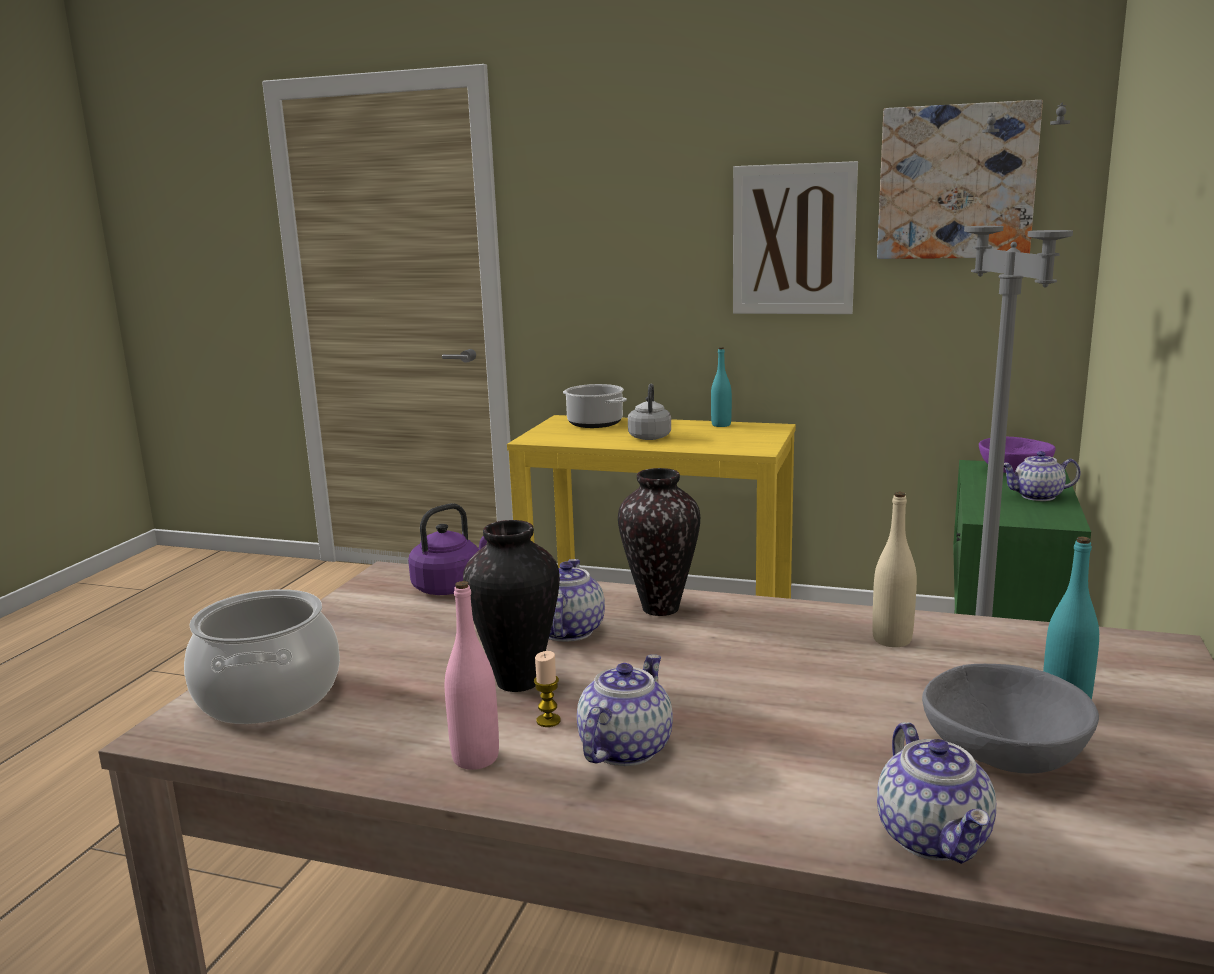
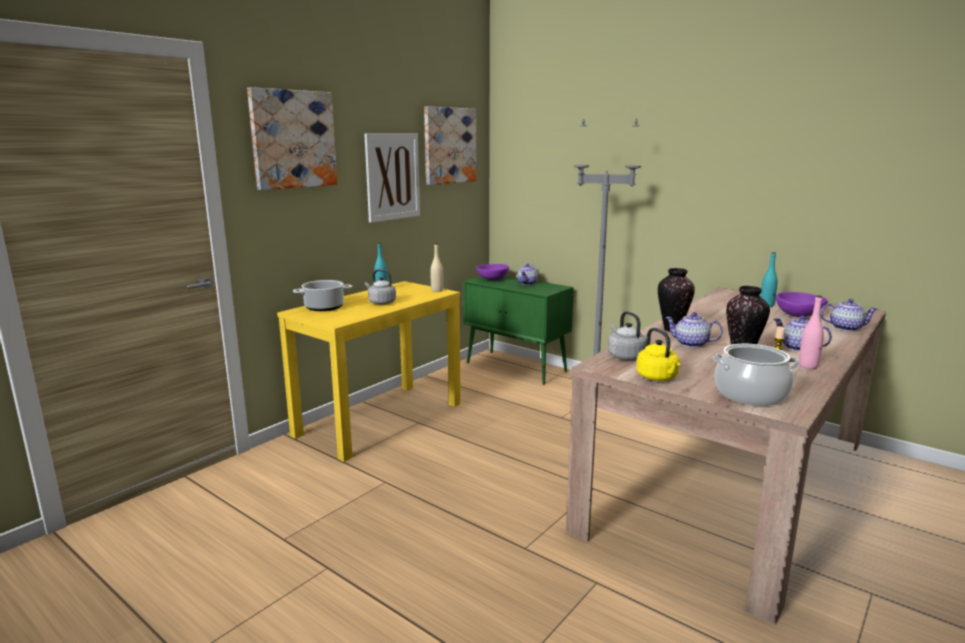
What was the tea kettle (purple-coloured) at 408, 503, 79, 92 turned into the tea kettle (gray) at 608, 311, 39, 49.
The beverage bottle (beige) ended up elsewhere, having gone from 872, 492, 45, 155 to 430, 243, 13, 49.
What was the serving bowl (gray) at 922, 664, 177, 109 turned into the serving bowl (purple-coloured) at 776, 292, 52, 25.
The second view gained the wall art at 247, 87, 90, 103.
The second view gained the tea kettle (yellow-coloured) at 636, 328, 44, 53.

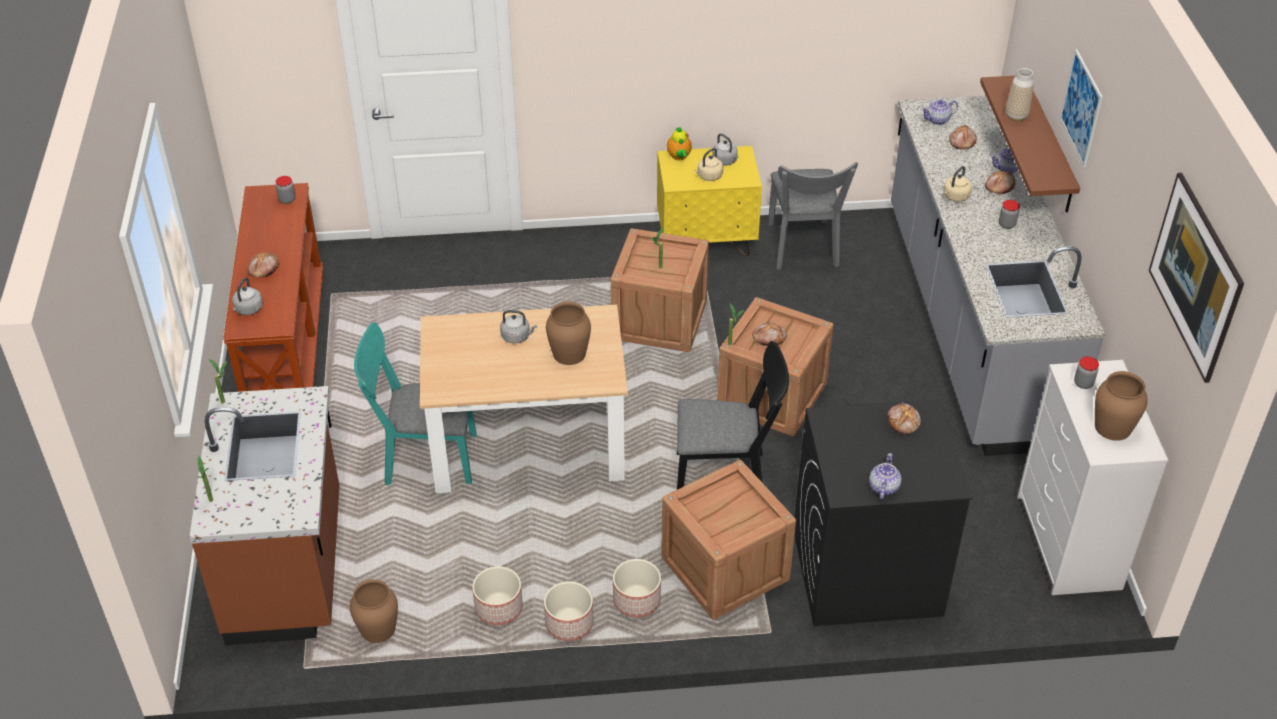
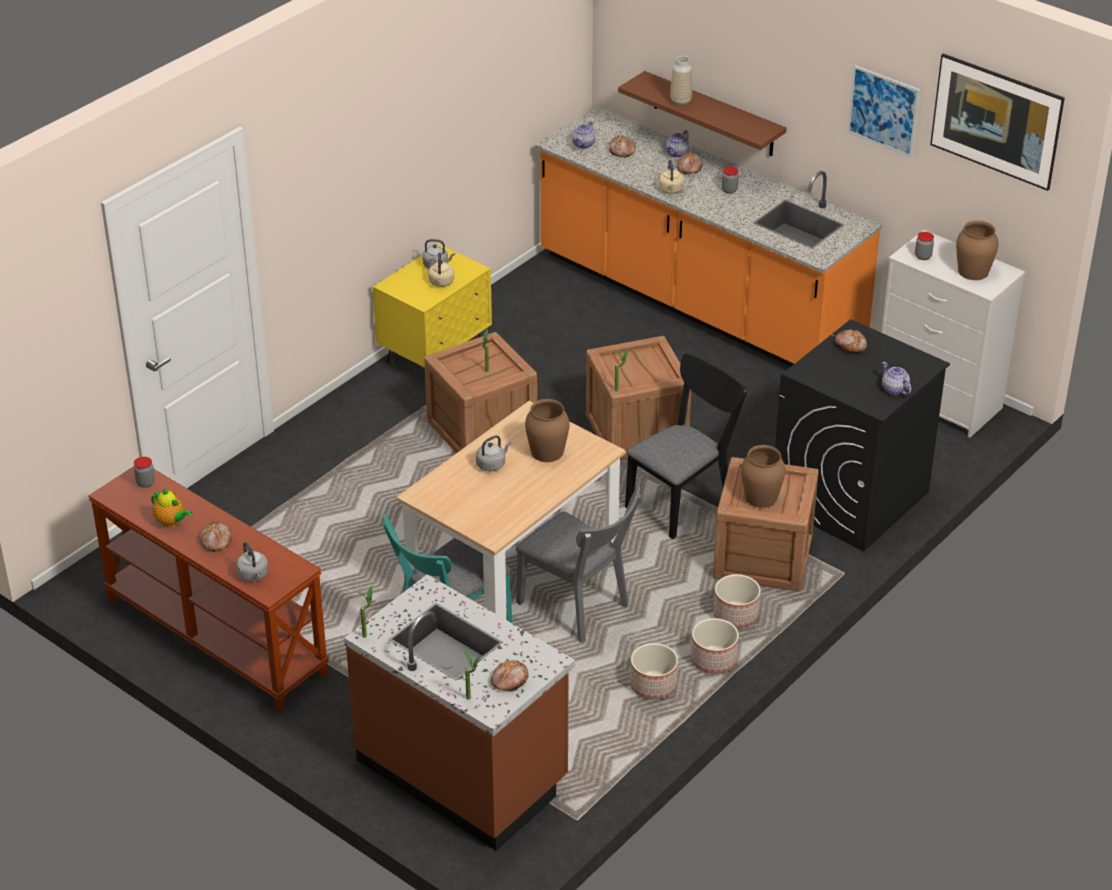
The vase (brownish) ended up elsewhere, having gone from 350, 579, 48, 64 to 741, 445, 44, 63.
The teapot ended up elsewhere, having gone from 667, 127, 25, 34 to 151, 489, 41, 38.
The bread ended up elsewhere, having gone from 752, 322, 35, 24 to 491, 660, 37, 31.
The chair (gray) ended up elsewhere, having gone from 768, 162, 90, 108 to 516, 486, 125, 157.
What was the kitchen counter (gray) at 891, 96, 214, 360 turned into the kitchen counter (orangey) at 535, 106, 347, 261.
The wall art ended up elsewhere, having gone from 1060, 49, 43, 118 to 847, 65, 73, 93.

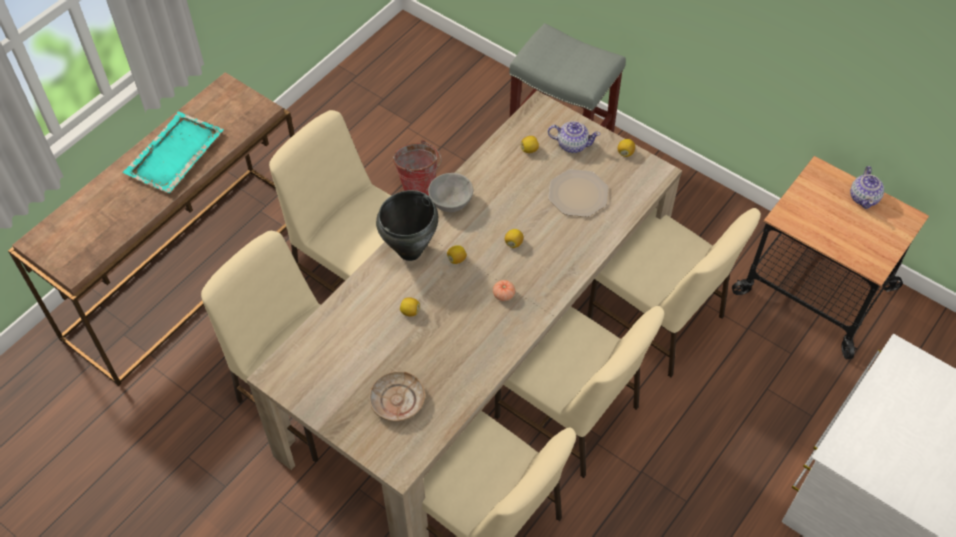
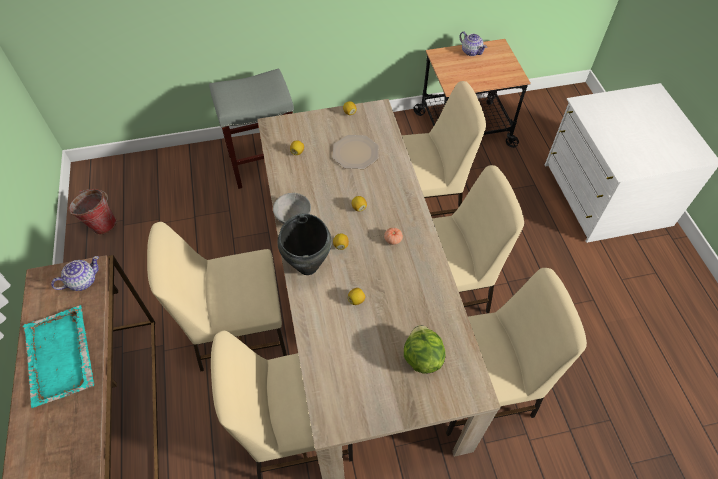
Where the flat dish (beige) stood at 369, 371, 56, 51, the head of lettuce came to stand at 404, 325, 41, 49.
The water bucket ended up elsewhere, having gone from 393, 140, 48, 56 to 69, 189, 48, 46.
The teapot ended up elsewhere, having gone from 548, 121, 52, 32 to 51, 256, 48, 35.

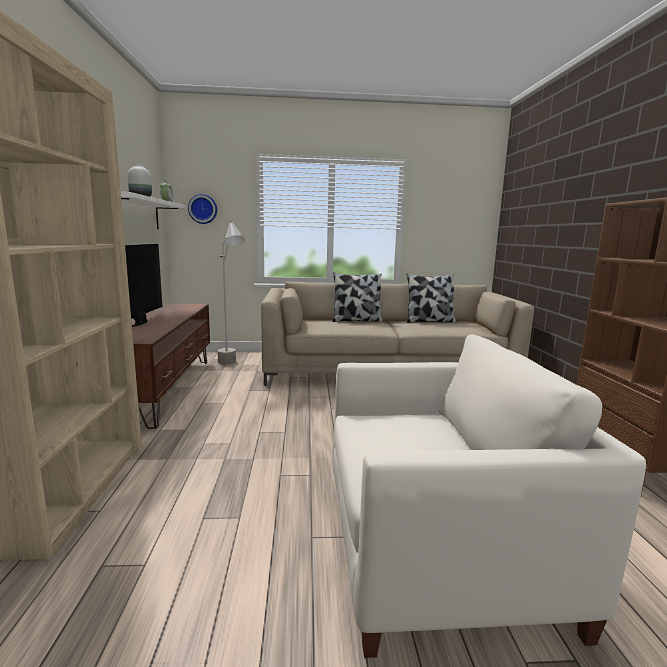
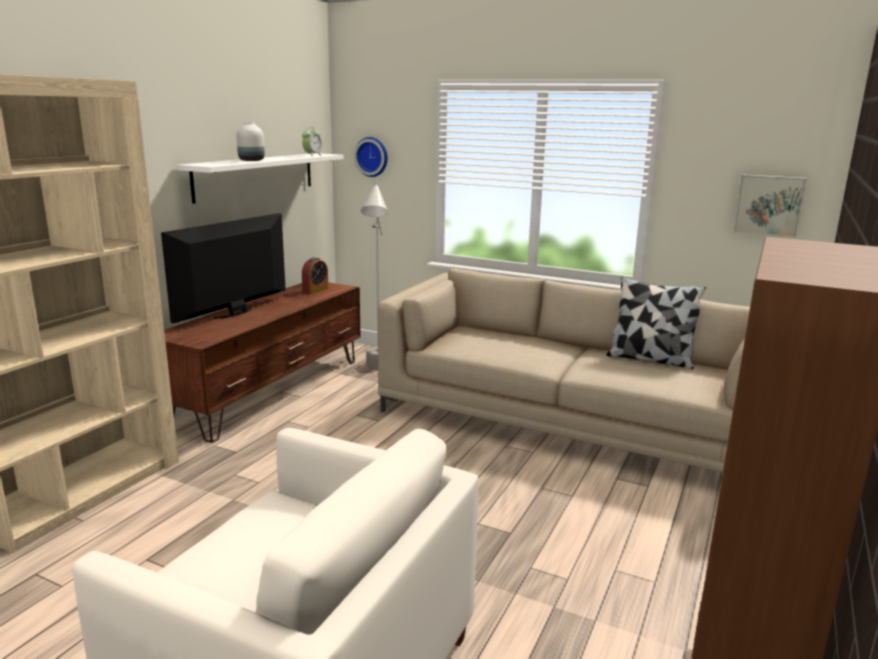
The second view lost the pillow at 332, 272, 51, 50.
The second view gained the alarm clock at 302, 257, 27, 37.
The second view gained the wall art at 733, 174, 74, 64.

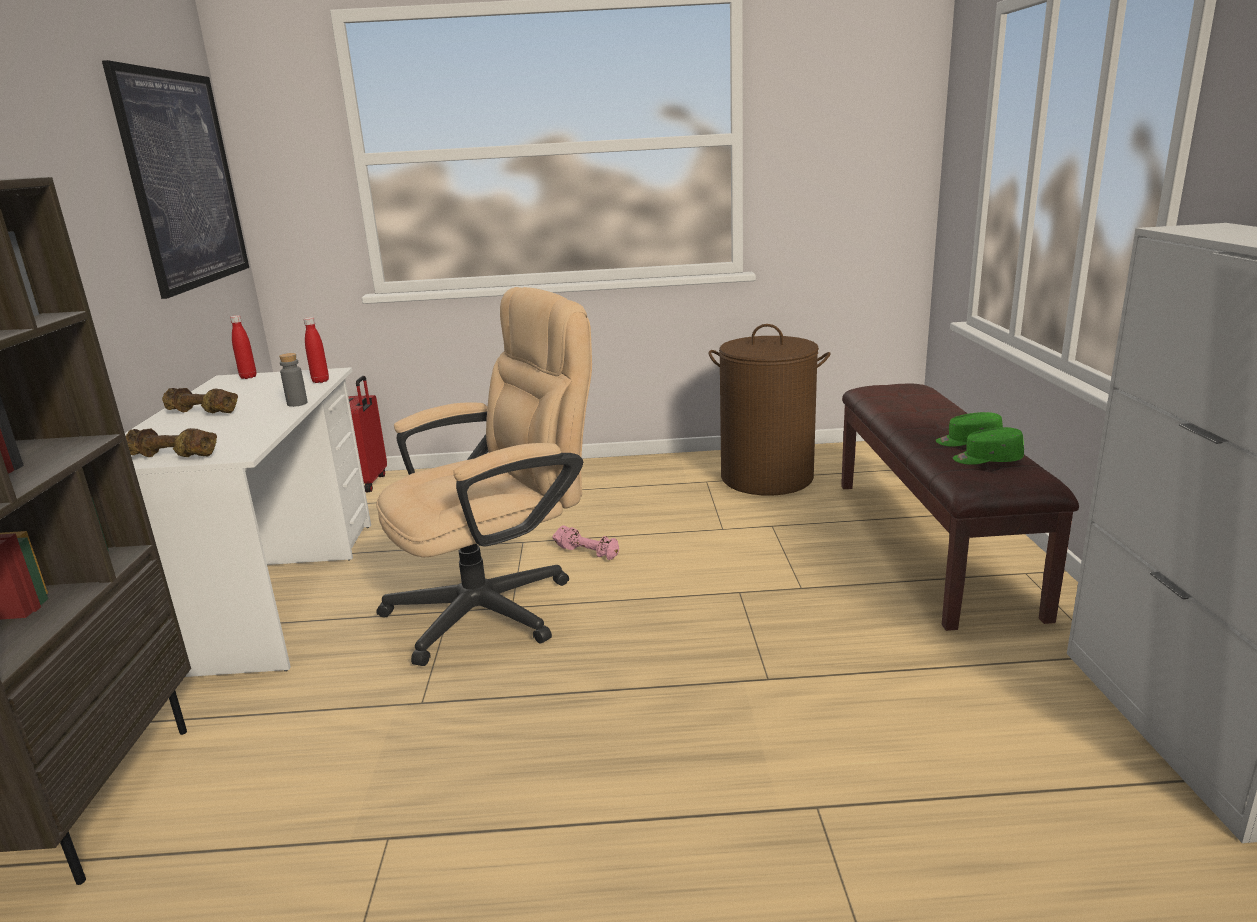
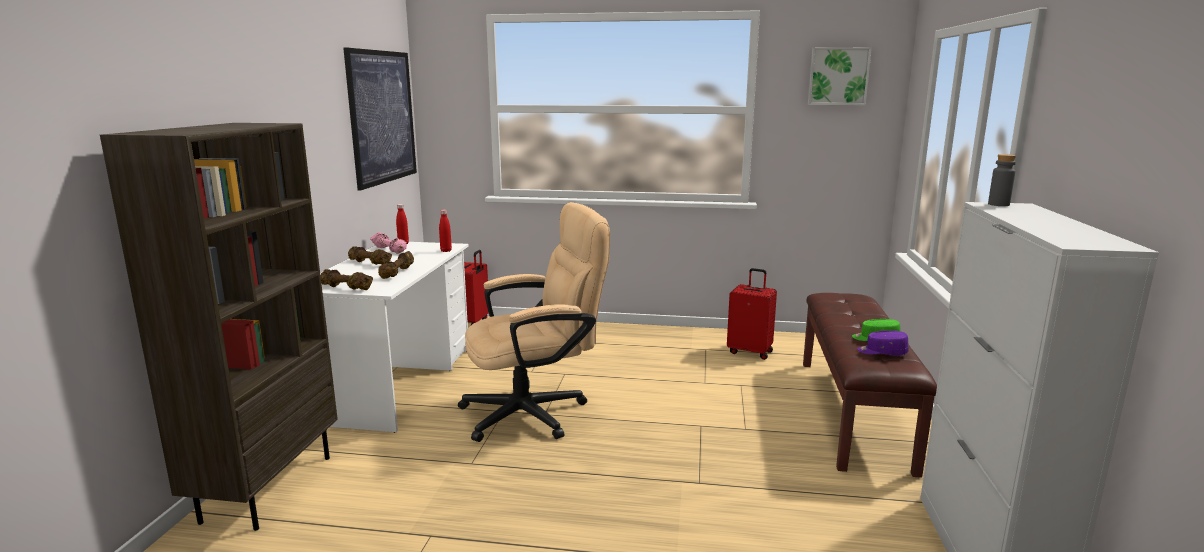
The beverage bottle (gray) ended up elsewhere, having gone from 279, 353, 29, 54 to 988, 154, 28, 52.
The hand weight (pink) ended up elsewhere, having gone from 552, 525, 67, 35 to 370, 232, 37, 22.
Where the washing basket (brownish) stood at 709, 324, 122, 172, the travel case (reddish) came to stand at 727, 268, 50, 92.
What was the cap (green) at 953, 427, 71, 38 turned into the cap (purple-coloured) at 857, 330, 52, 25.
The second view gained the hand weight (brownish) at 378, 251, 36, 28.
The second view gained the wall art at 808, 47, 64, 58.

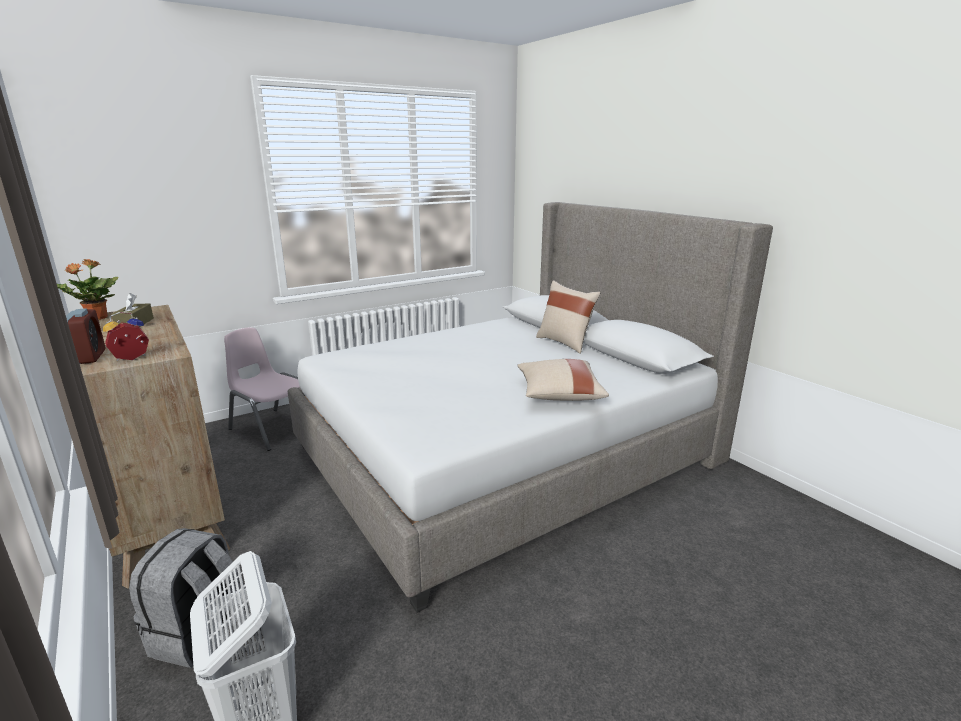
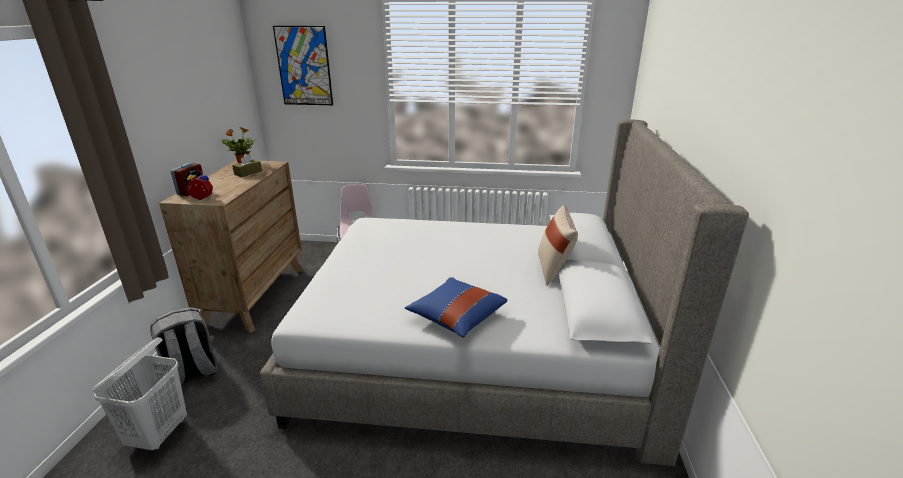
What was the pillow (beige) at 517, 359, 92, 42 turned into the pillow (blue-coloured) at 405, 277, 103, 61.
The second view gained the wall art at 273, 26, 60, 79.

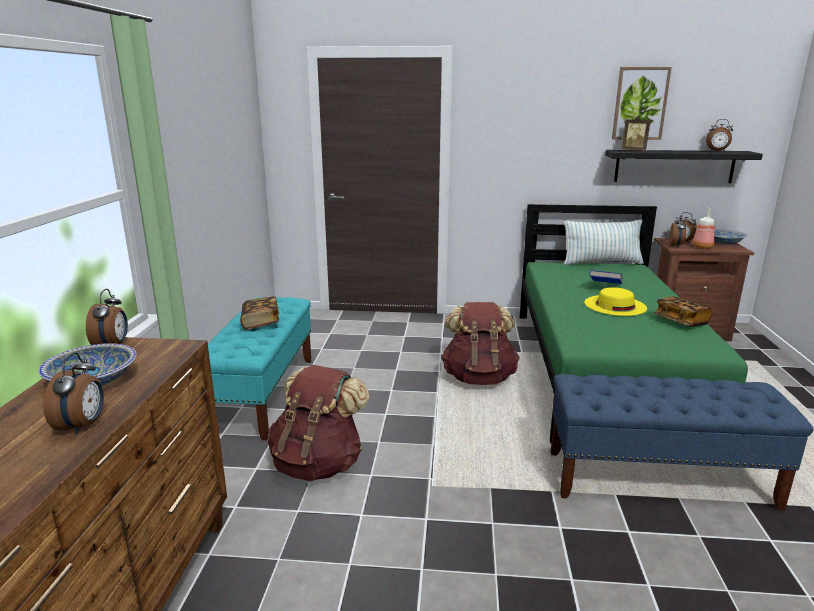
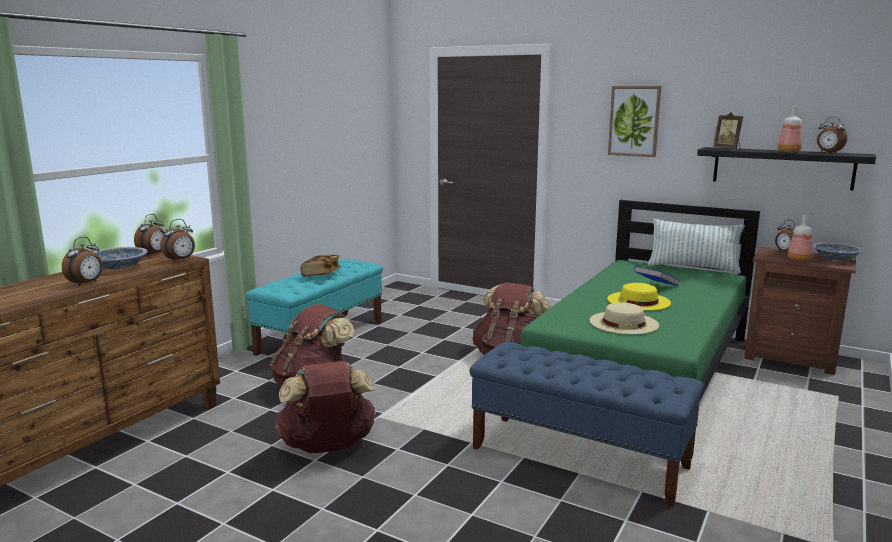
The wall art ended up elsewhere, having gone from 612, 67, 60, 73 to 608, 86, 53, 71.
The second view lost the bound book at 654, 297, 59, 30.
The alarm clock ended up elsewhere, having gone from 669, 217, 17, 30 to 160, 219, 35, 43.
The second view gained the backpack (brownish) at 275, 361, 101, 92.
The second view gained the hat (beige) at 589, 303, 70, 31.
The second view gained the beverage bottle at 778, 106, 24, 46.

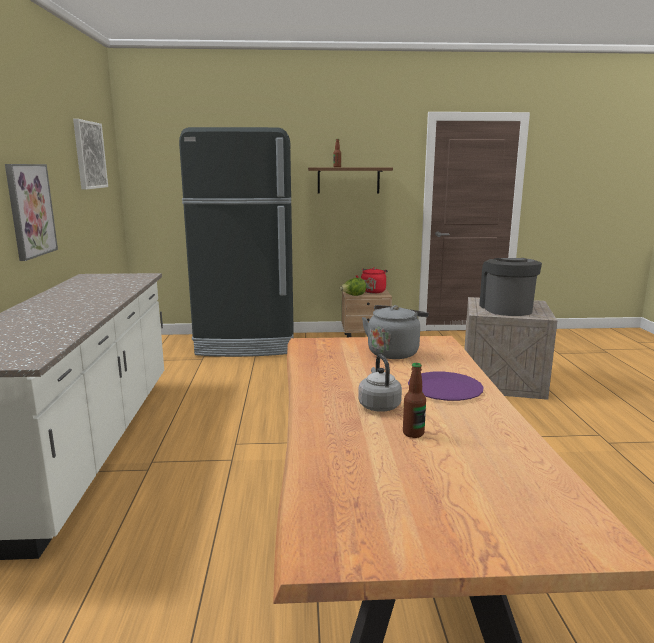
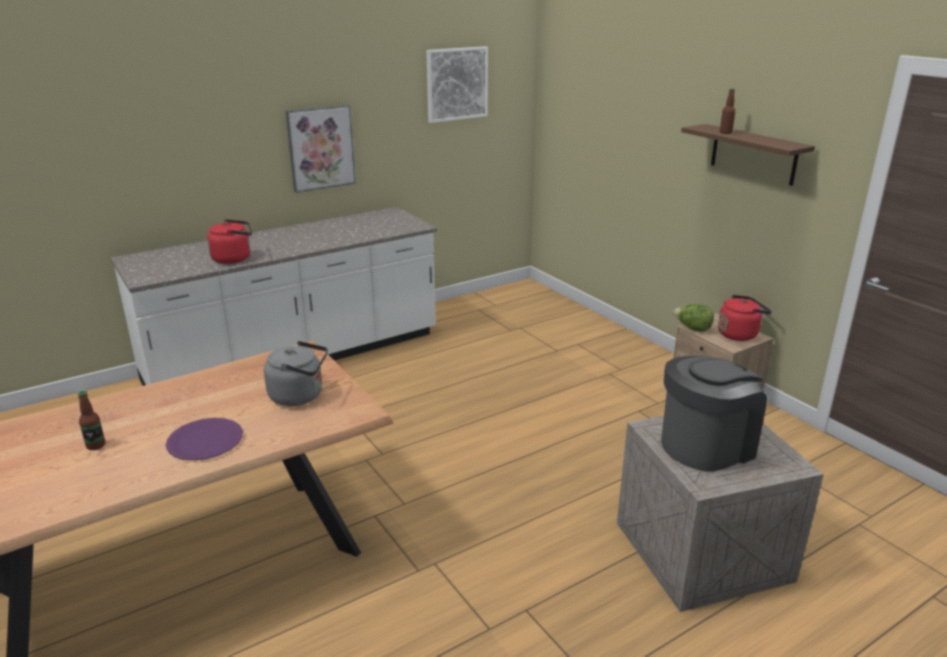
The second view lost the refrigerator (black) at 179, 127, 115, 230.
The second view lost the tea kettle (gray) at 358, 354, 44, 58.
The second view gained the tea kettle (reddish) at 207, 219, 45, 45.

